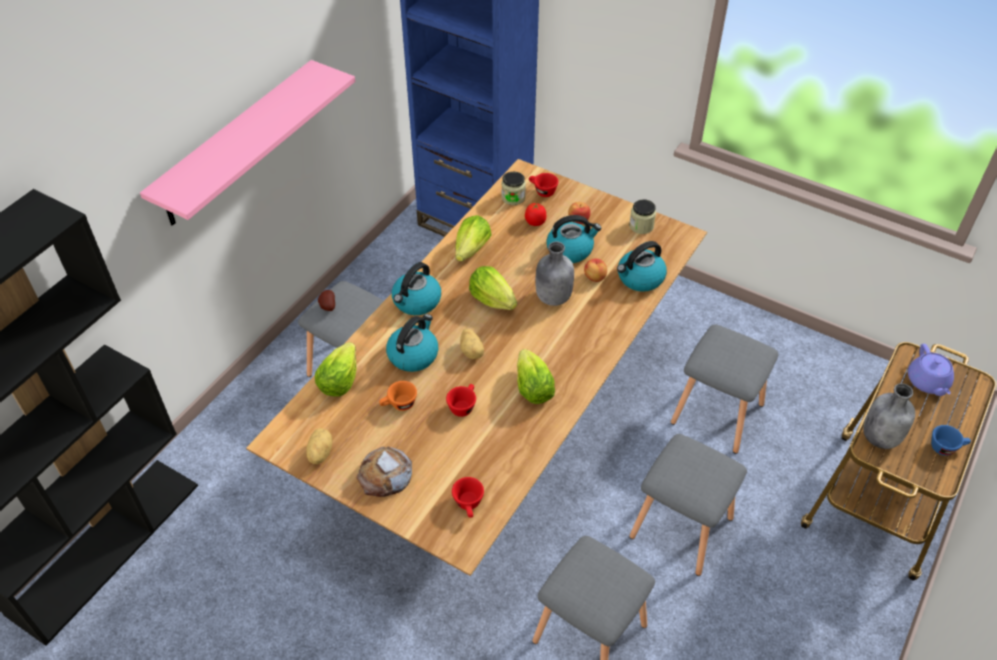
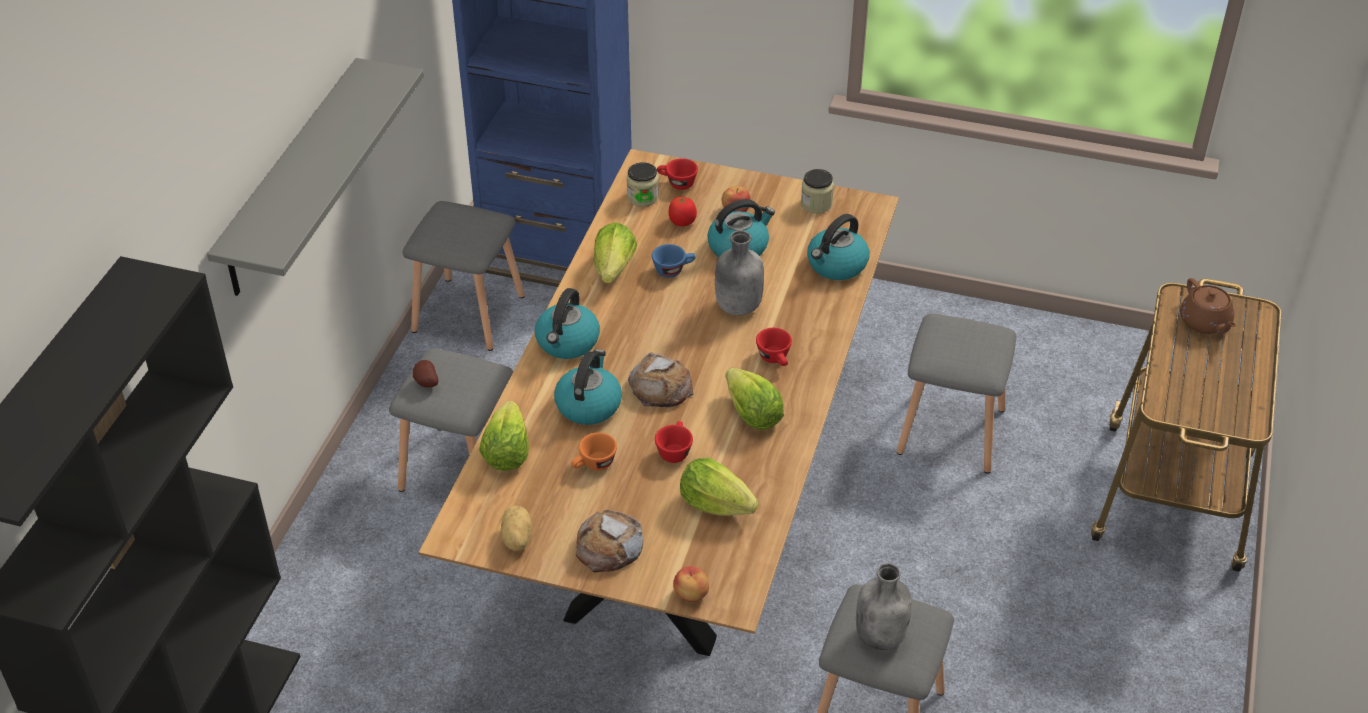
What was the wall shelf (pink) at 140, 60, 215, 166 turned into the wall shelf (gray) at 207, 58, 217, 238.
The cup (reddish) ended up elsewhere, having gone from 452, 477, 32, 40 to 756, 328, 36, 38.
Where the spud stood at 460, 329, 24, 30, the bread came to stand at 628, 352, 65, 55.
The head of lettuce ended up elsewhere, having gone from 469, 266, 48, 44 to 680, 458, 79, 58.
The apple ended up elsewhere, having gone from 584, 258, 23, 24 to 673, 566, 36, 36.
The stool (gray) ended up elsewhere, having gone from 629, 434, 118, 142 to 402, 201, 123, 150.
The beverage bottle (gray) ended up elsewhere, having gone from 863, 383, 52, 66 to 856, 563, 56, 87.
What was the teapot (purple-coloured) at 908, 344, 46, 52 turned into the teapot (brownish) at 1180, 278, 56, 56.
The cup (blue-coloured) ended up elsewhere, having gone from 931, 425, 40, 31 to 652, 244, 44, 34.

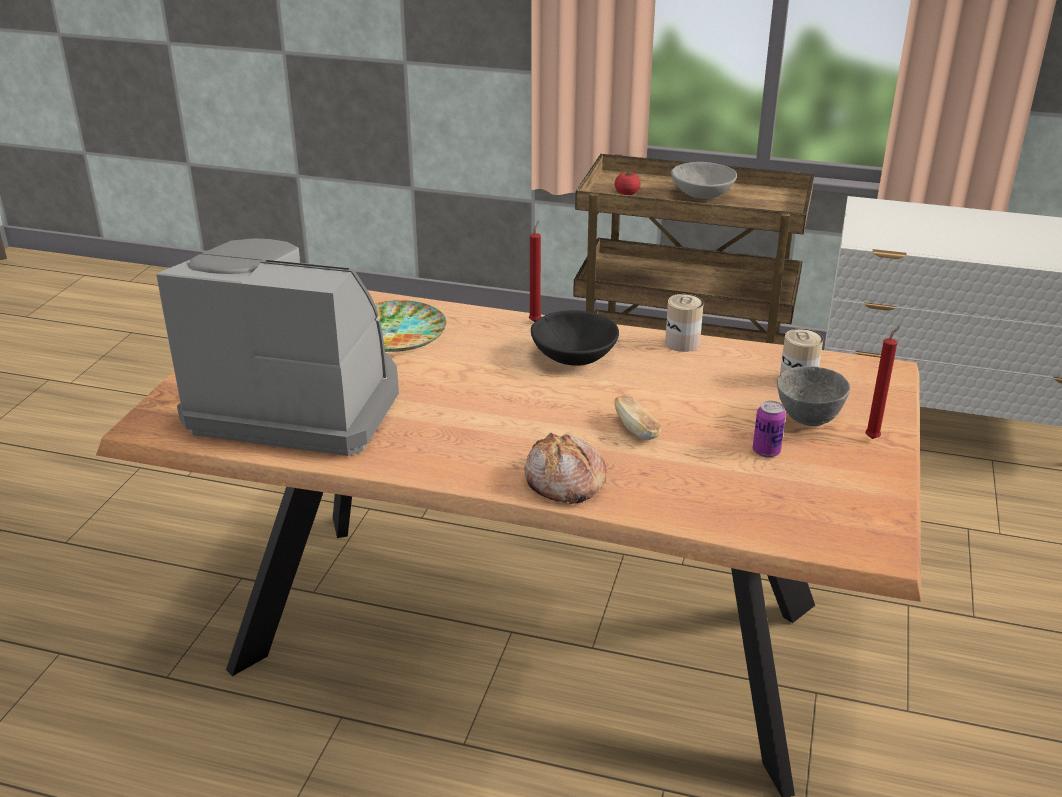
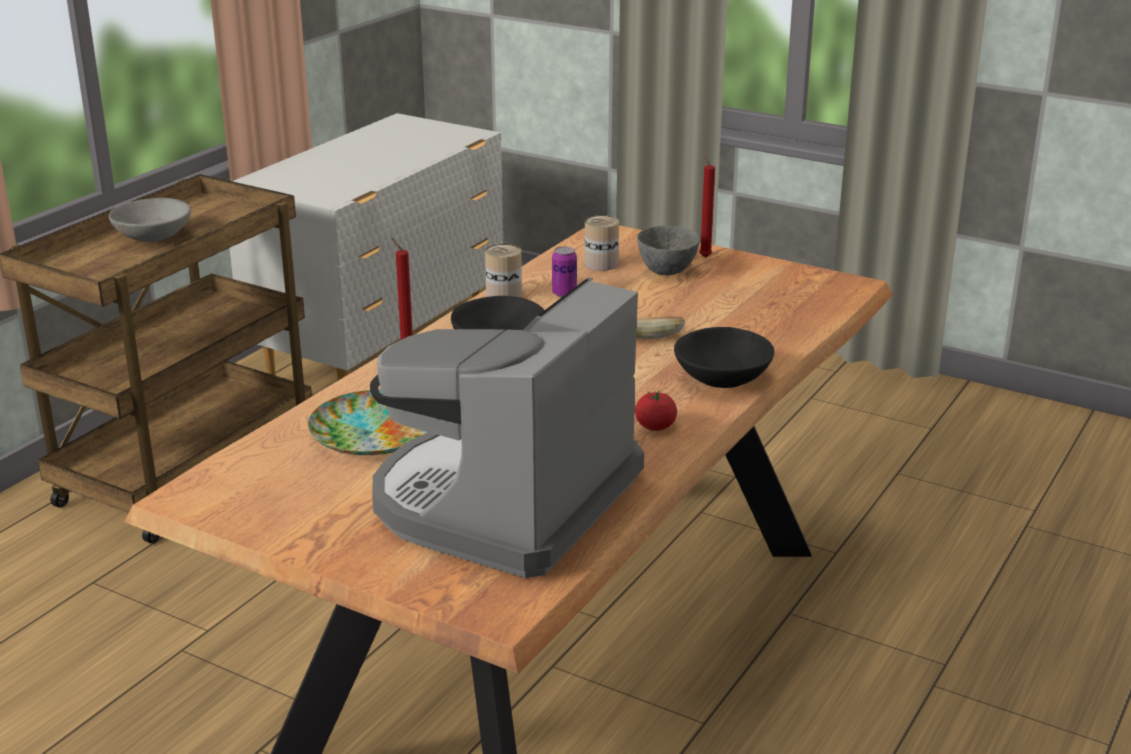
Where the bread stood at 524, 433, 82, 71, the serving bowl (black) came to stand at 674, 327, 100, 61.
The tomato ended up elsewhere, having gone from 614, 172, 26, 23 to 635, 390, 42, 41.
The sealed can ended up elsewhere, having gone from 753, 401, 33, 57 to 552, 246, 25, 51.

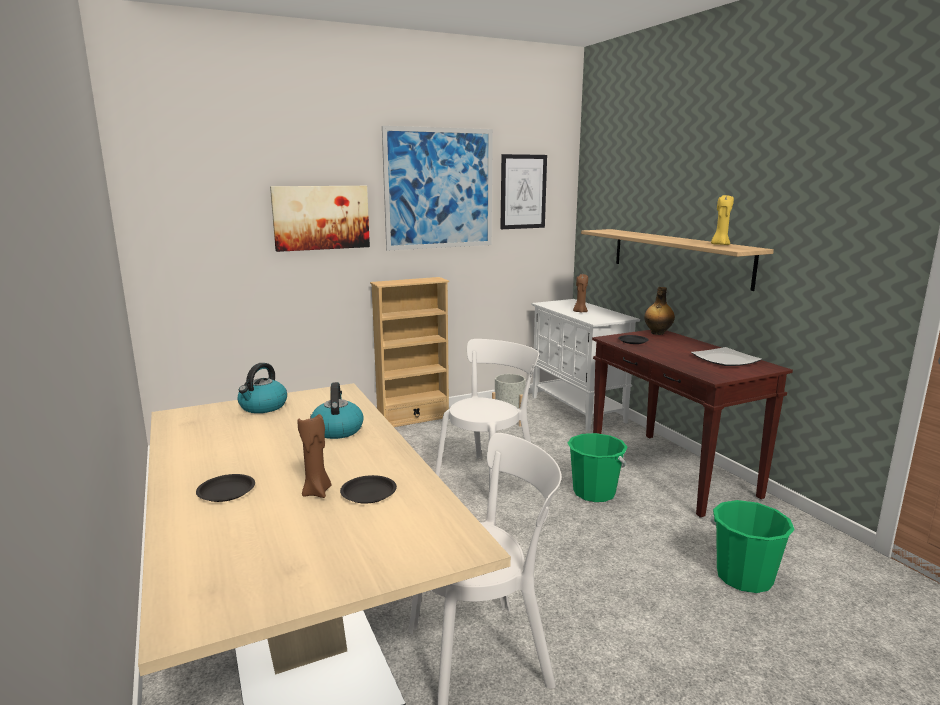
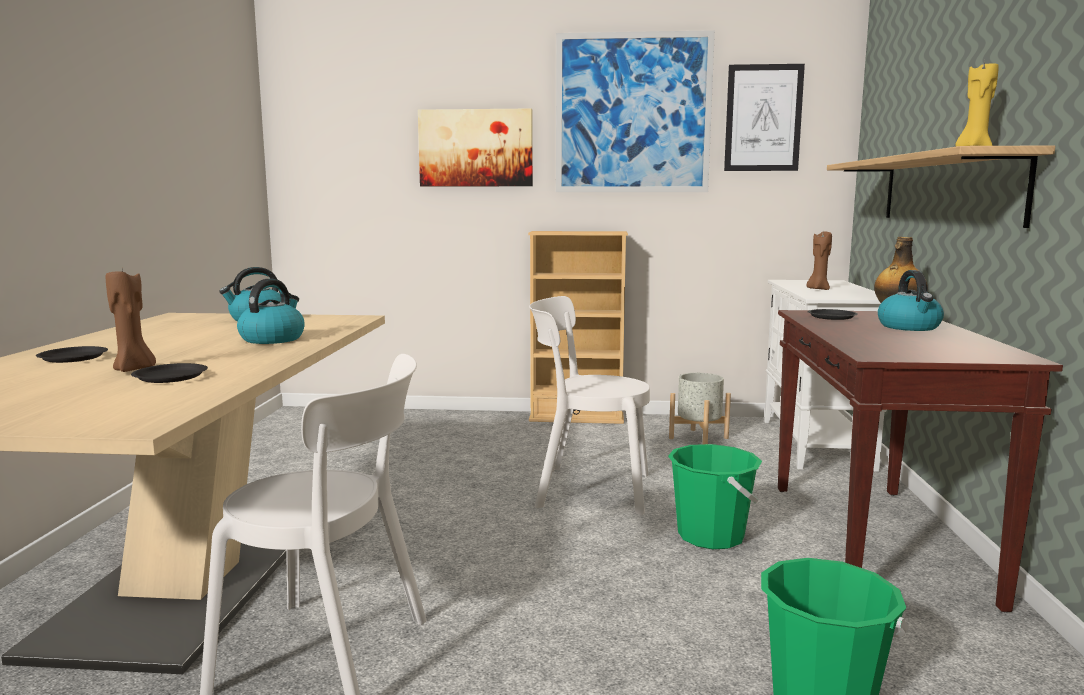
The chair (white) at 435, 339, 104, 150 ended up facing another way, 150 degrees counterclockwise from before.
The second view lost the flat dish at 691, 347, 71, 19.
The second view gained the tea kettle at 878, 270, 66, 61.

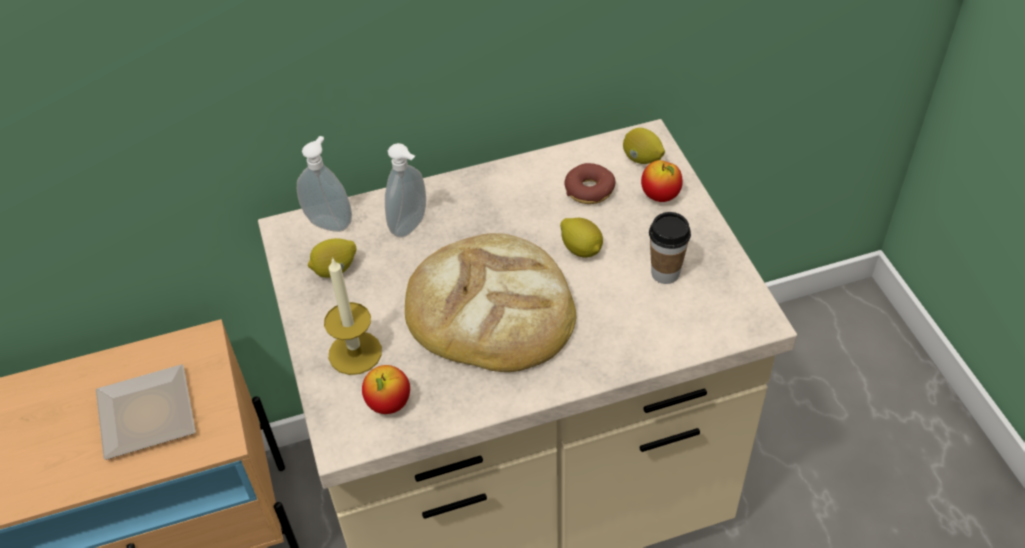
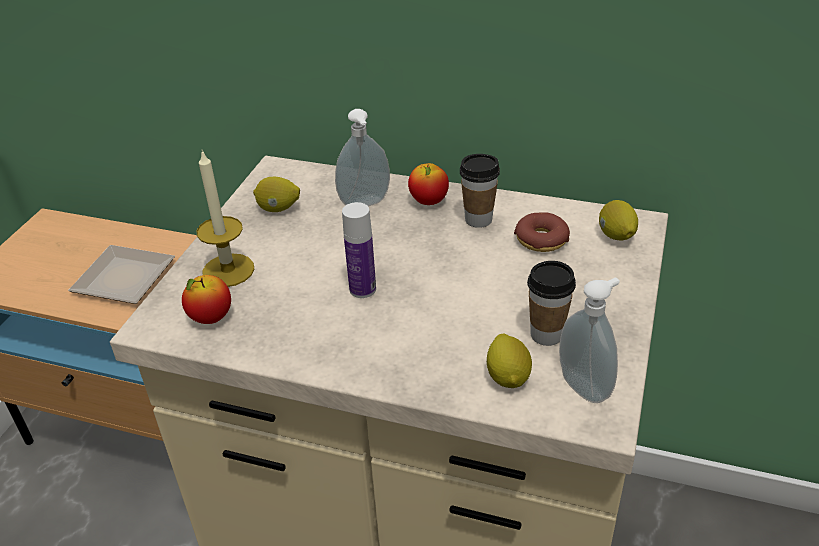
The liquid soap bottle ended up elsewhere, having gone from 297, 136, 55, 96 to 559, 277, 61, 126.
Where the bread stood at 405, 233, 172, 139, the beverage bottle came to stand at 342, 202, 34, 96.
The lemon ended up elsewhere, having gone from 560, 218, 43, 40 to 487, 334, 45, 54.
The apple ended up elsewhere, having gone from 641, 160, 42, 42 to 408, 163, 41, 42.
The second view gained the cup at 460, 154, 40, 74.

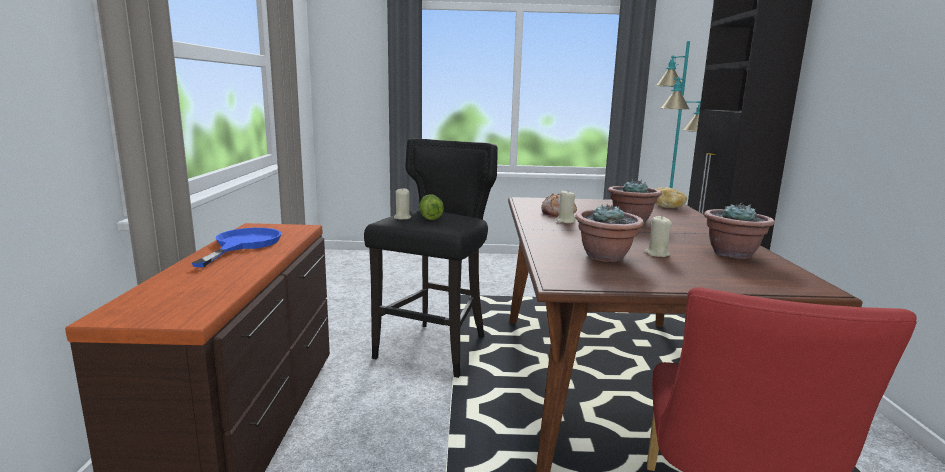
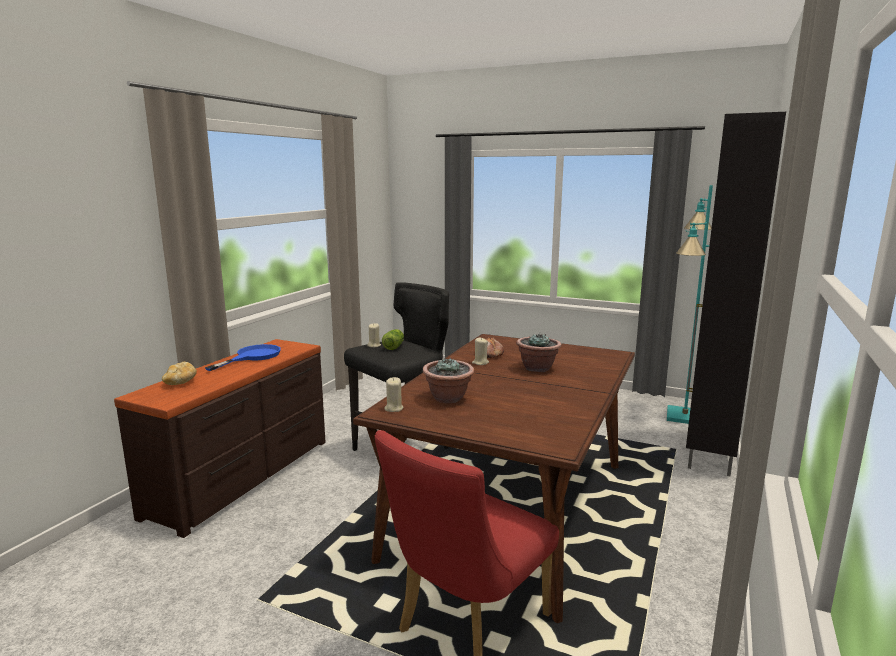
The candle (beige) ended up elsewhere, having gone from 644, 216, 28, 41 to 385, 377, 18, 35.
The bread ended up elsewhere, having gone from 656, 187, 31, 21 to 162, 362, 35, 23.
The second view lost the houseplant at 704, 202, 71, 57.

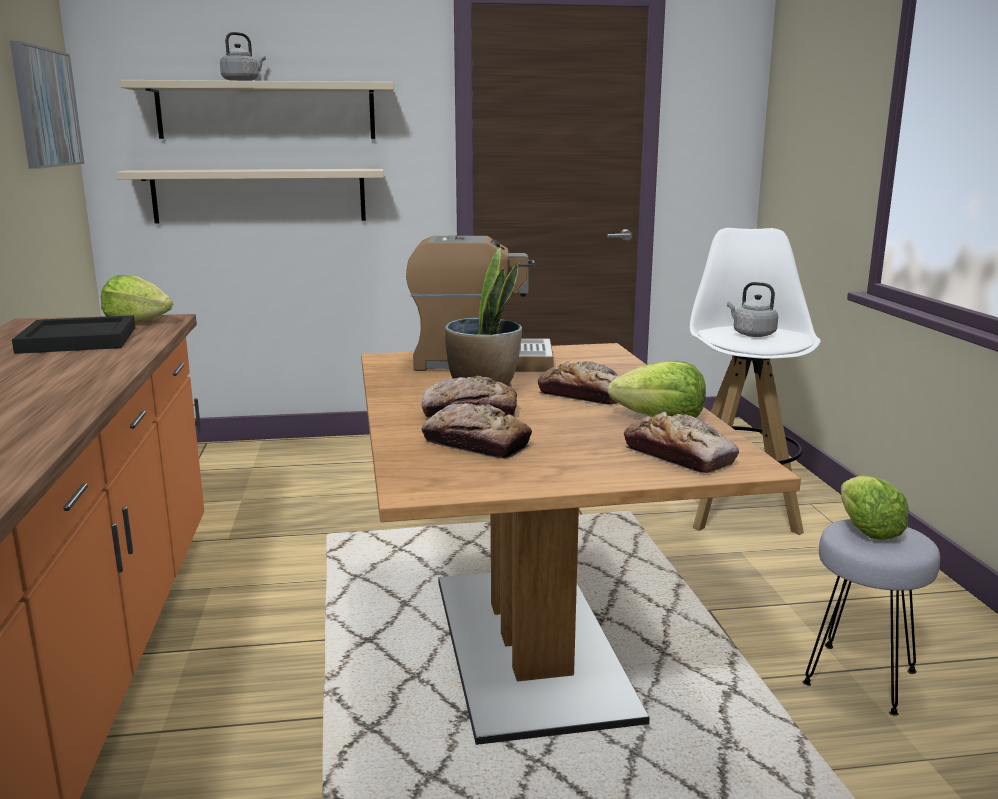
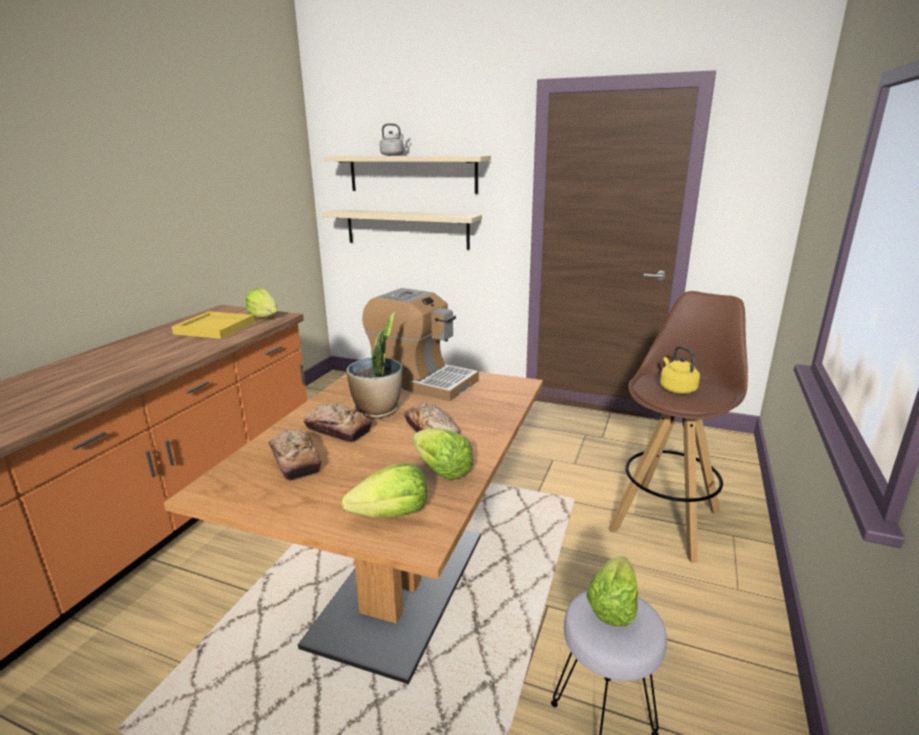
The second view lost the wall art at 10, 41, 74, 128.
What was the serving tray (black) at 12, 315, 123, 39 turned into the serving tray (yellow-coloured) at 172, 311, 83, 28.
Where the bread stood at 624, 412, 115, 61, the head of lettuce came to stand at 342, 463, 85, 54.
What was the stool (white) at 690, 228, 131, 307 turned into the stool (brownish) at 608, 291, 140, 272.
What was the tea kettle (gray) at 727, 282, 51, 55 turned into the tea kettle (yellow-coloured) at 660, 346, 40, 48.

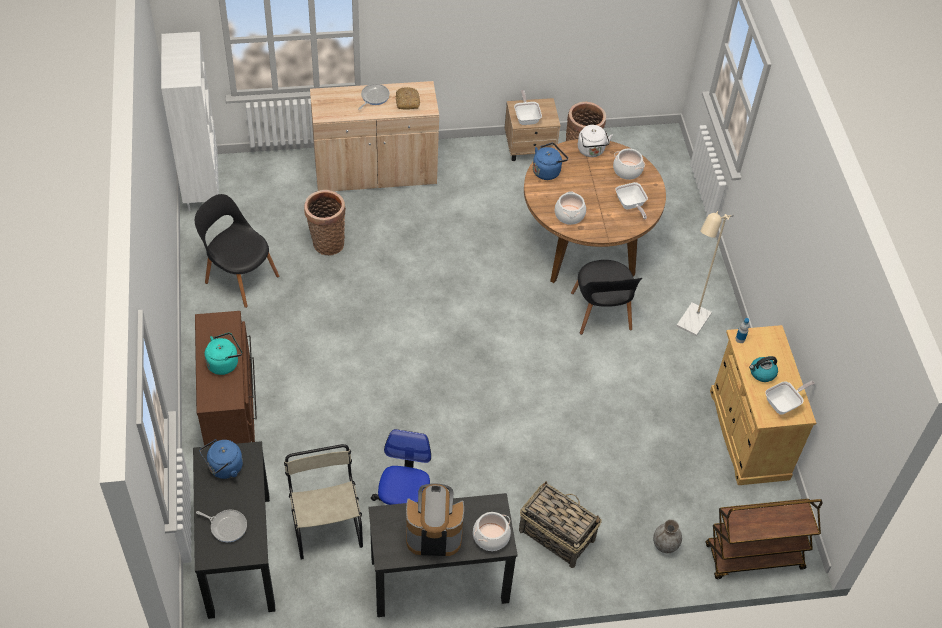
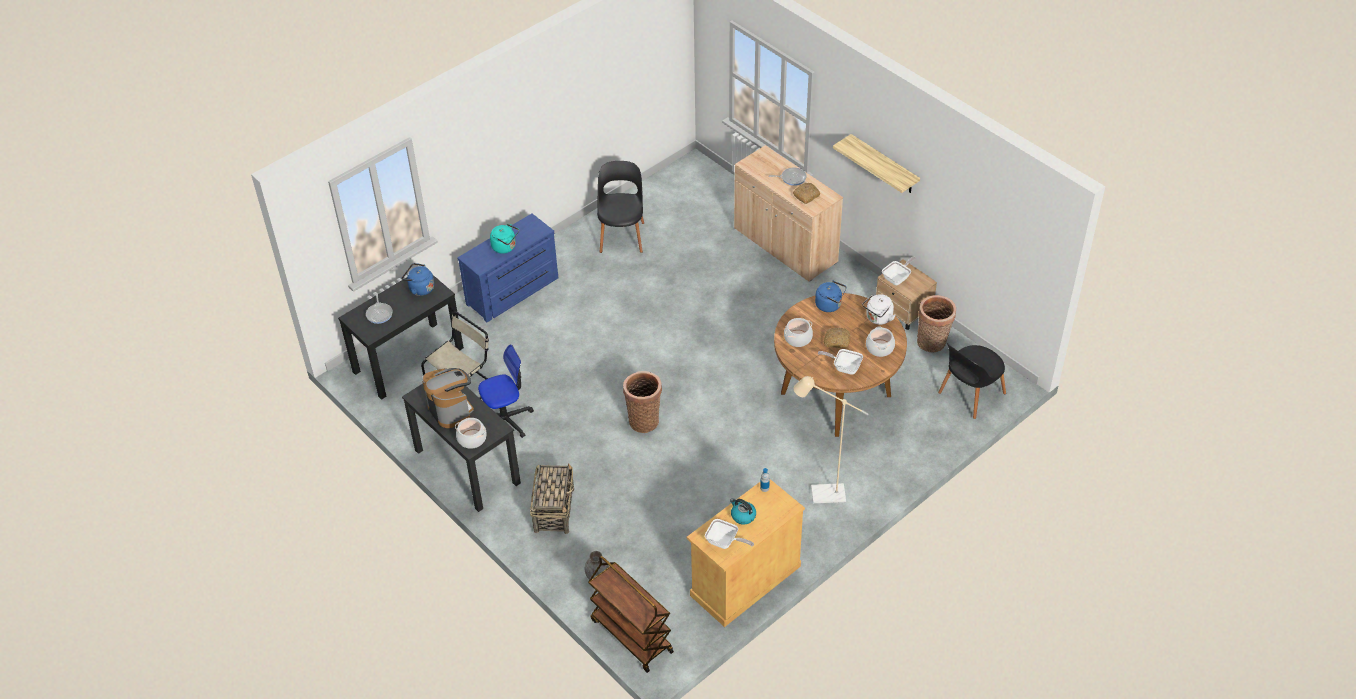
The second view lost the bookshelf (white) at 161, 32, 58, 179.
What was the drawer chest (brownish) at 195, 311, 62, 135 turned into the drawer chest (blue-coloured) at 458, 213, 100, 109.
The storage basket ended up elsewhere, having gone from 304, 190, 42, 65 to 623, 371, 39, 62.
The chair (black) ended up elsewhere, having gone from 571, 260, 71, 75 to 938, 343, 68, 76.
The frying pan at 615, 182, 33, 37 ended up facing another way, 75 degrees clockwise from before.
The second view gained the bread at 823, 328, 27, 20.
The second view gained the wall shelf at 833, 134, 87, 59.

